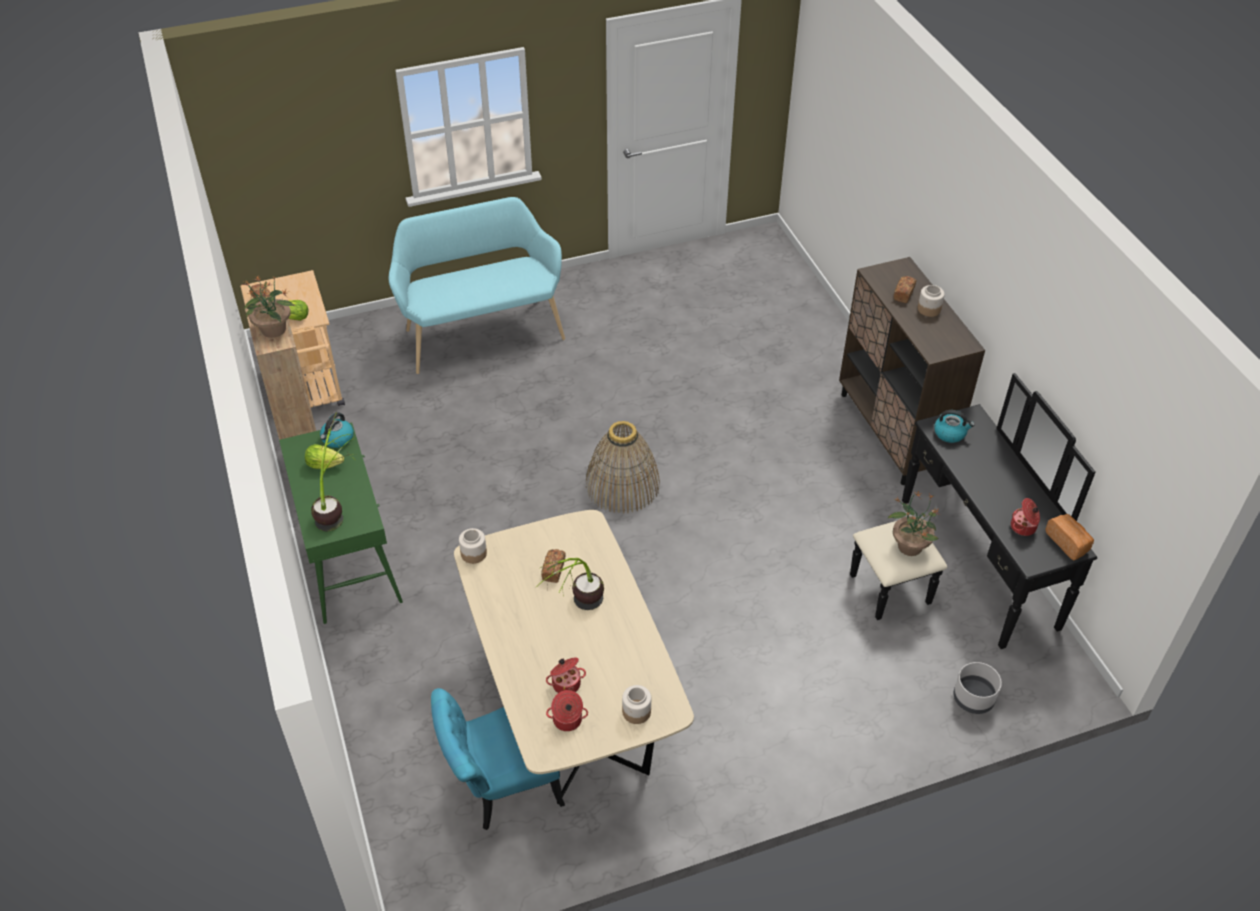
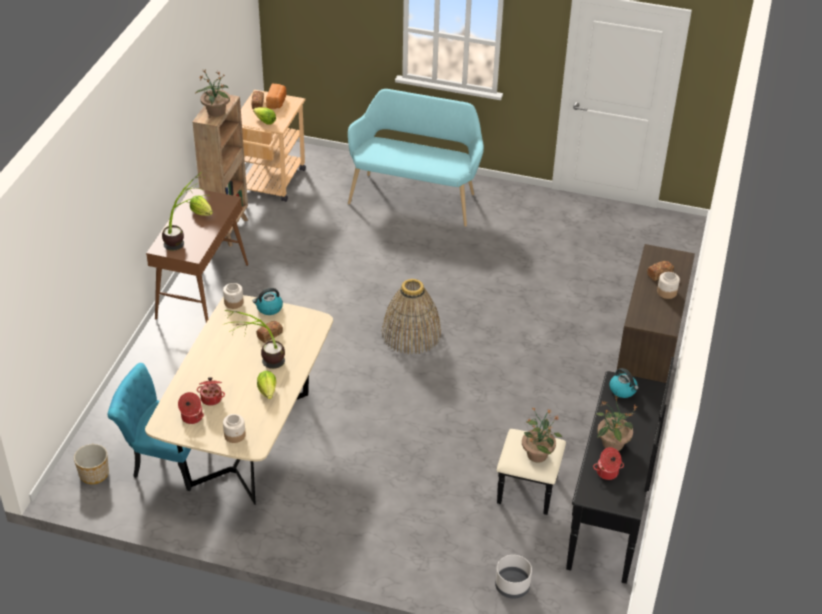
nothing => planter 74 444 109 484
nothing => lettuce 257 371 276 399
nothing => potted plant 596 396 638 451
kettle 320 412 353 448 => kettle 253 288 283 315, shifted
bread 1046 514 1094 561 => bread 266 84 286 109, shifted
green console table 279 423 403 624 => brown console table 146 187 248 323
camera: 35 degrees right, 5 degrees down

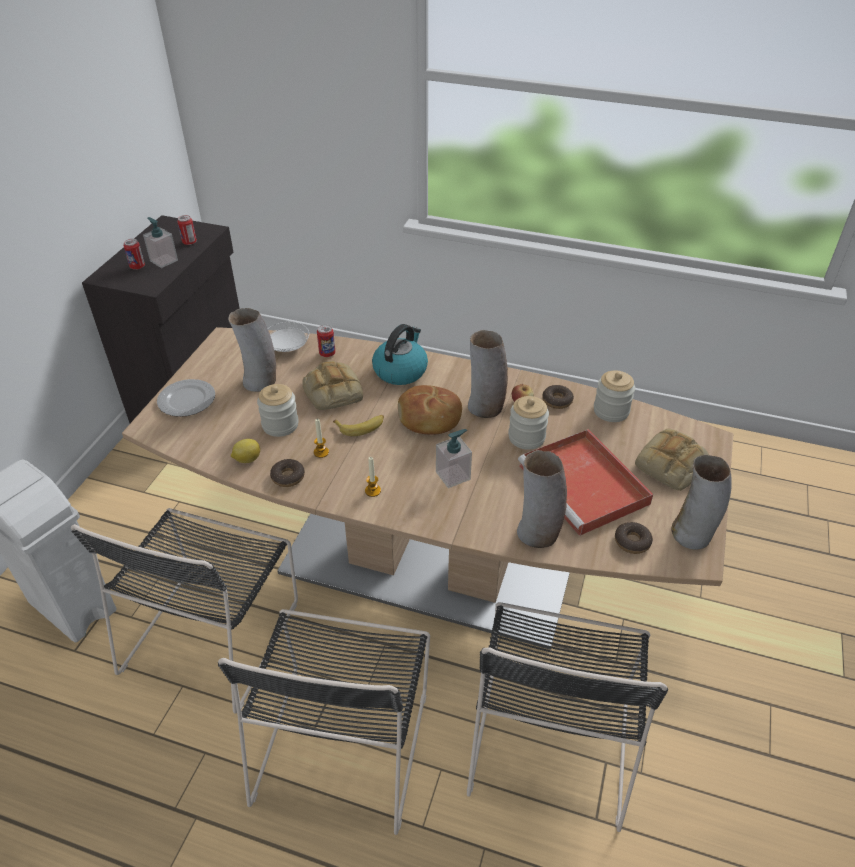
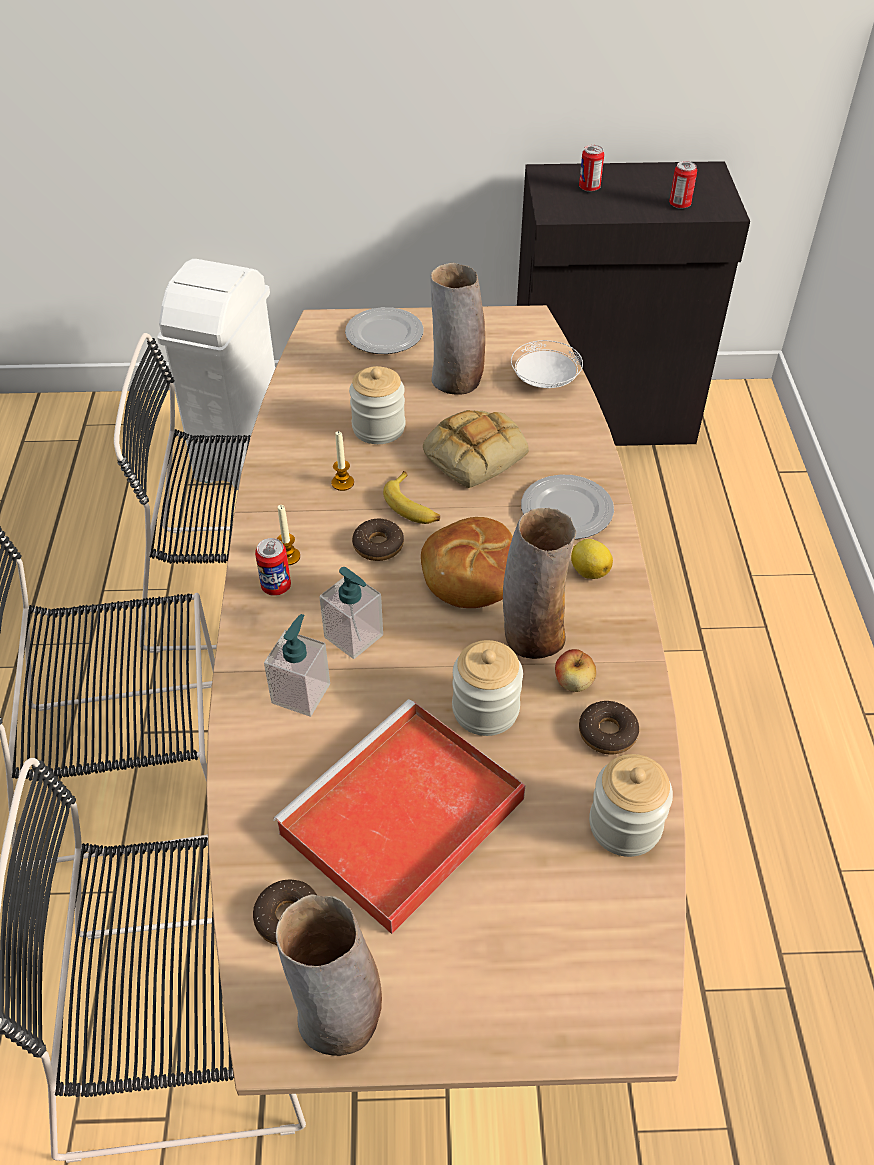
vase 517 450 567 548 => nothing
bread 635 429 709 491 => nothing
soap dispenser 143 217 178 268 => soap dispenser 264 614 330 717, shifted
lemon 231 439 260 463 => lemon 571 539 613 579, shifted
donut 270 459 305 487 => donut 352 519 404 561, shifted
can 317 325 335 357 => can 255 538 291 596, shifted
kettle 372 324 428 385 => plate 521 474 614 540
camera: 70 degrees right, 5 degrees up

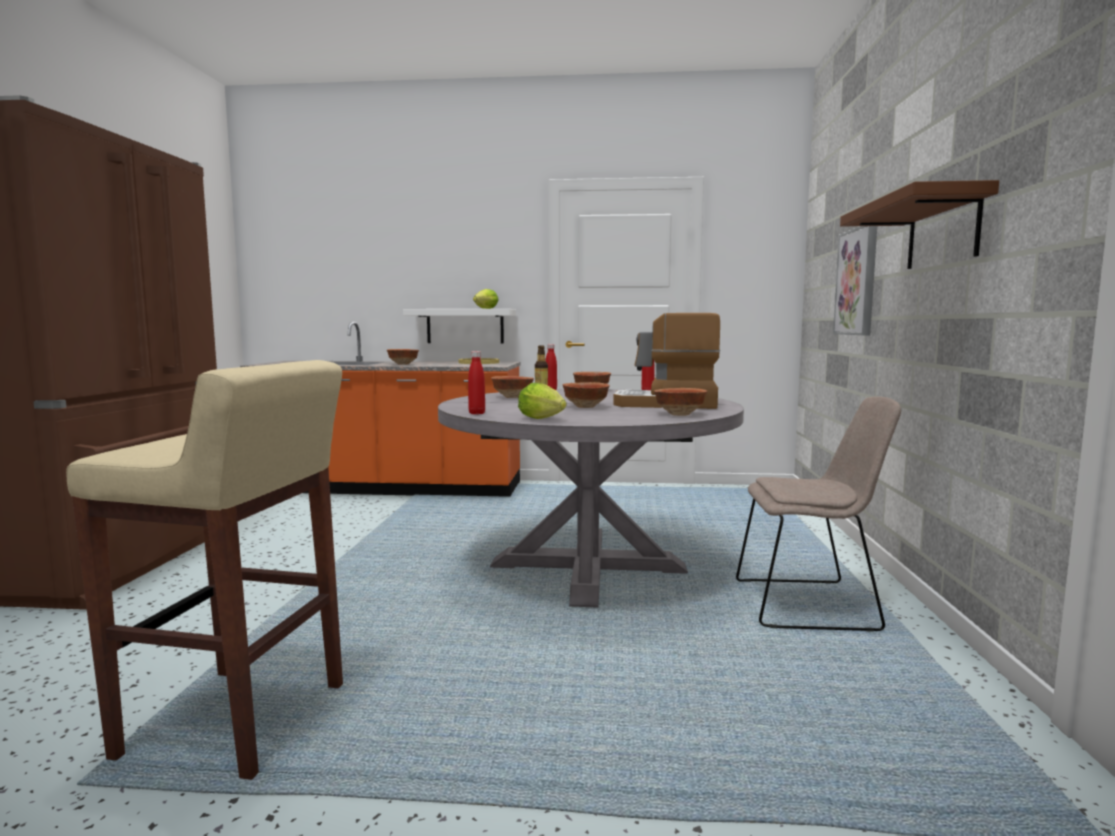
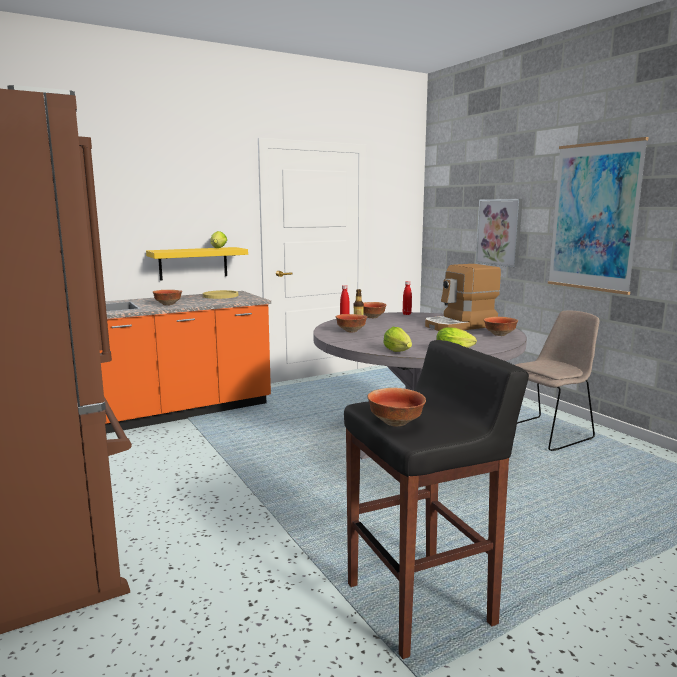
bowl 562 382 610 408 => bowl 368 388 426 427, shifted
red bottle 468 351 485 414 => lettuce 383 327 412 352
brown shelf 840 180 999 269 => picture 548 137 648 295
beige stool 66 360 343 780 => black stool 344 340 529 659
white shelf 403 309 516 344 => yellow shelf 146 247 248 281
camera: 35 degrees left, 5 degrees up

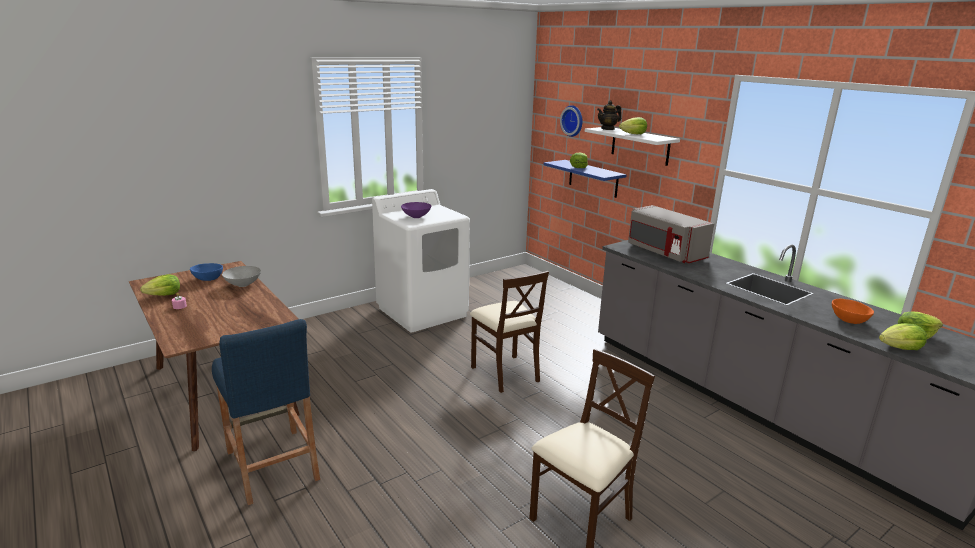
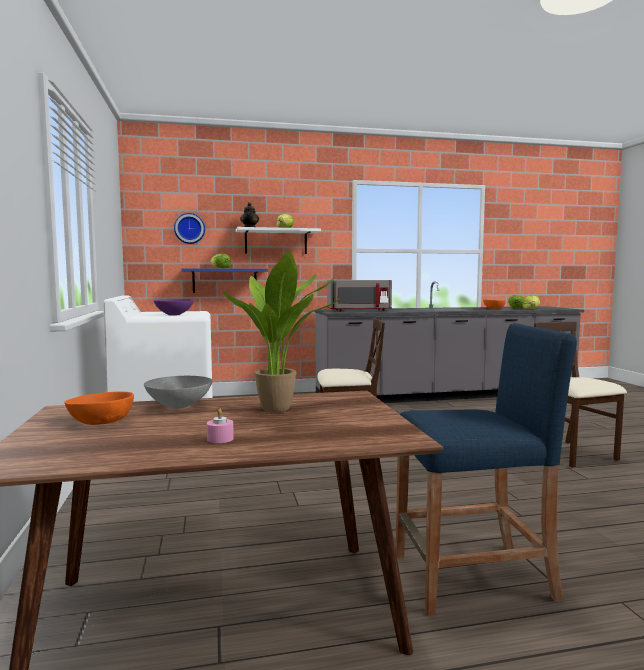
lettuce 140 274 180 296 => nothing
nothing => potted plant 223 251 338 413
blue bowl 190 263 223 281 => orange bowl 64 392 134 425
camera: 65 degrees left, 15 degrees down

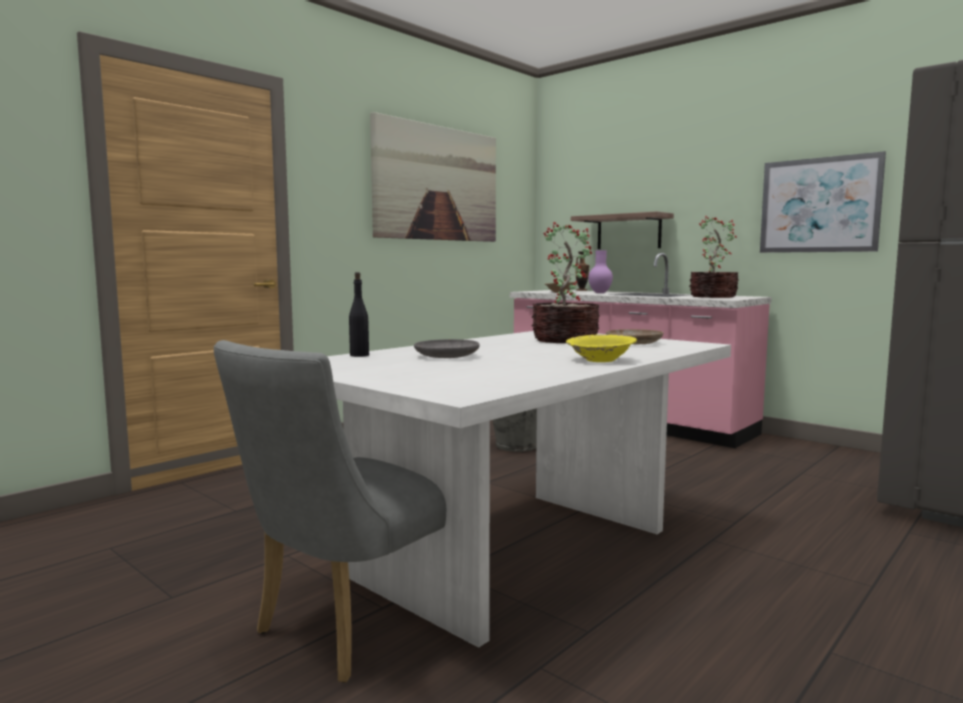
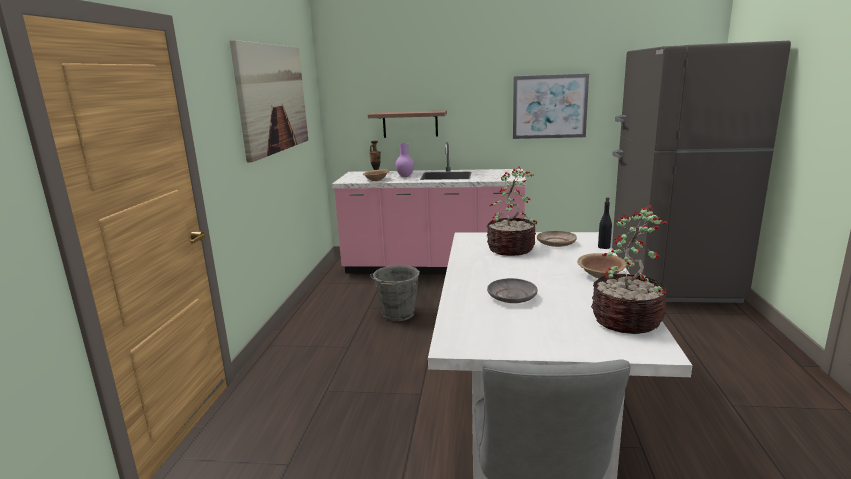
black bottle 349 272 369 357 => black bottle 598 197 612 249, shifted
potted plant 689 216 738 298 => potted plant 591 205 667 334, shifted
yellow bowl 566 334 637 362 => brown bowl 577 253 626 278
camera: 35 degrees left, 10 degrees up

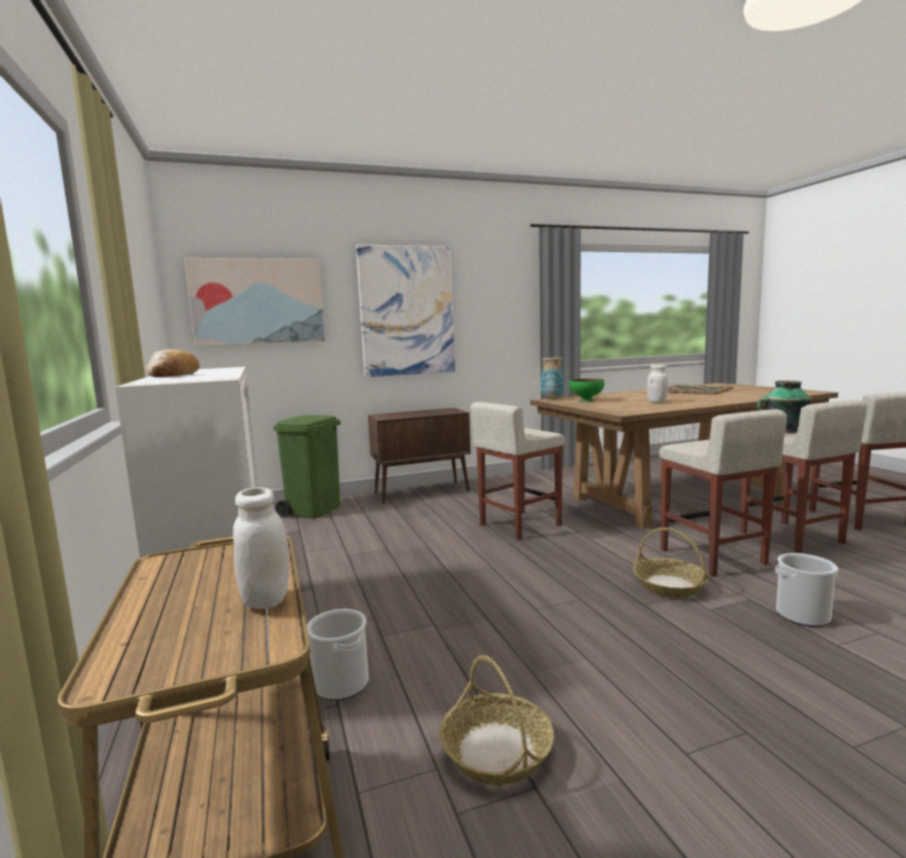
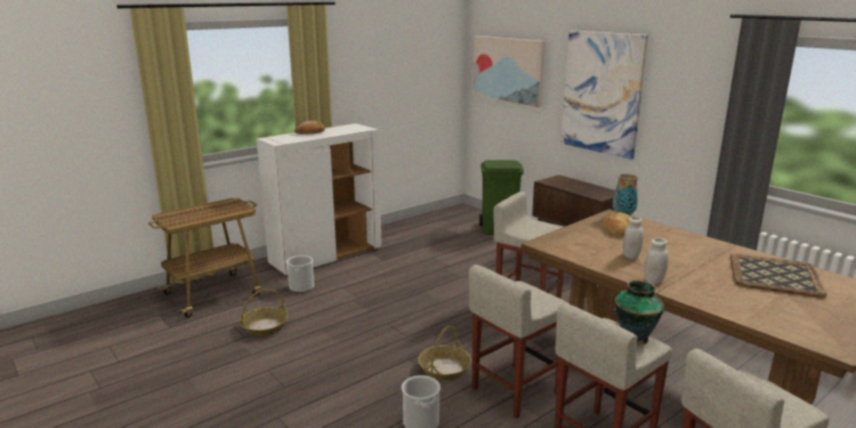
white jar 233 487 289 609 => white jar 644 238 668 284, shifted
green bowl 569 378 605 402 => bread 603 212 630 236
camera: 70 degrees right, 10 degrees up

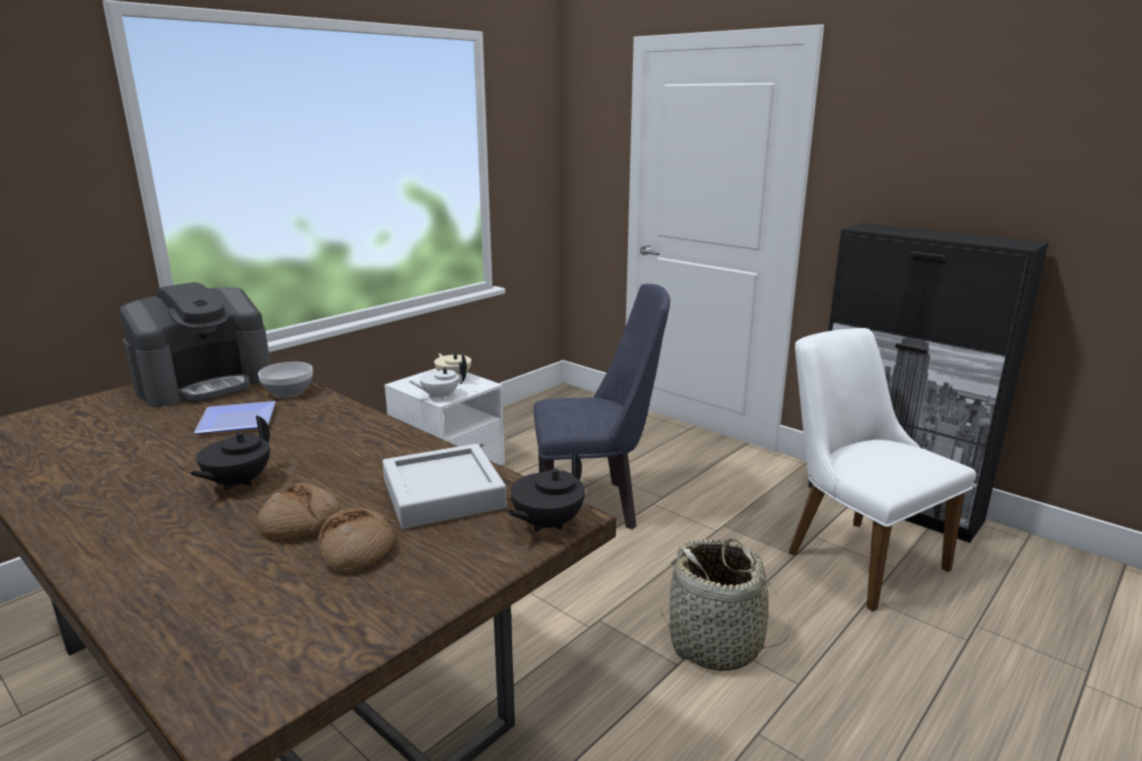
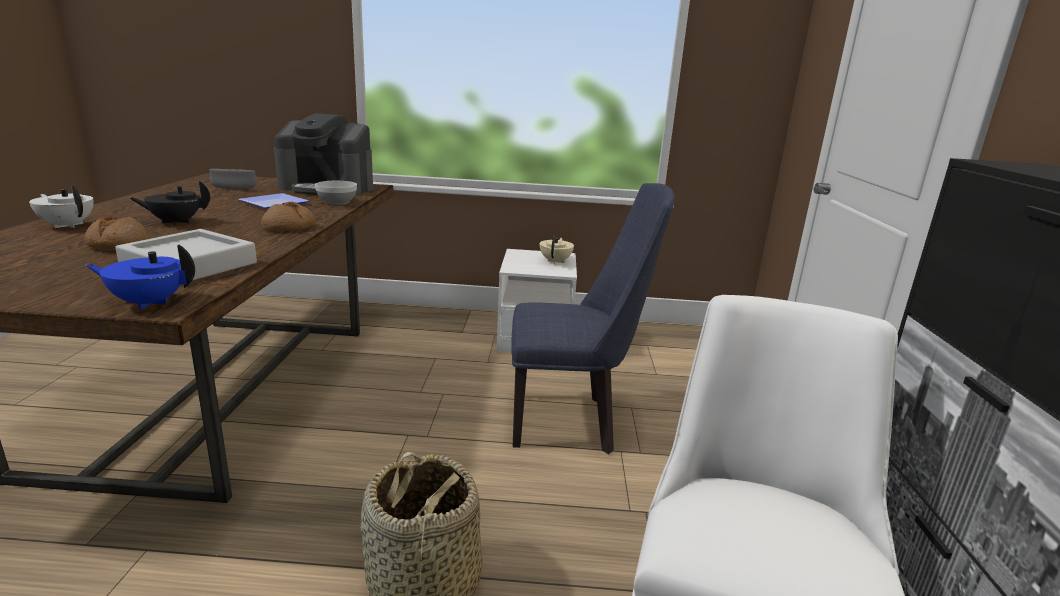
nothing => grey bowl 210 169 257 190
bread 318 508 394 573 => bread 261 202 315 231, shifted
white teapot 409 362 466 400 => white teapot 29 185 94 228, shifted
black teapot 507 451 585 532 => blue teapot 86 245 195 309
blue chair 534 284 670 530 => blue chair 511 183 675 454, 45 degrees counterclockwise
camera: 50 degrees right, 0 degrees up

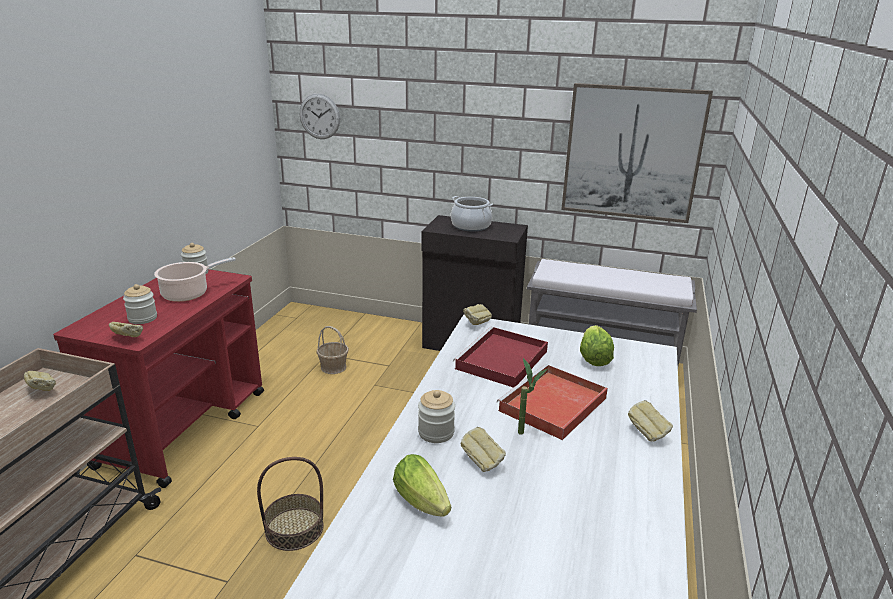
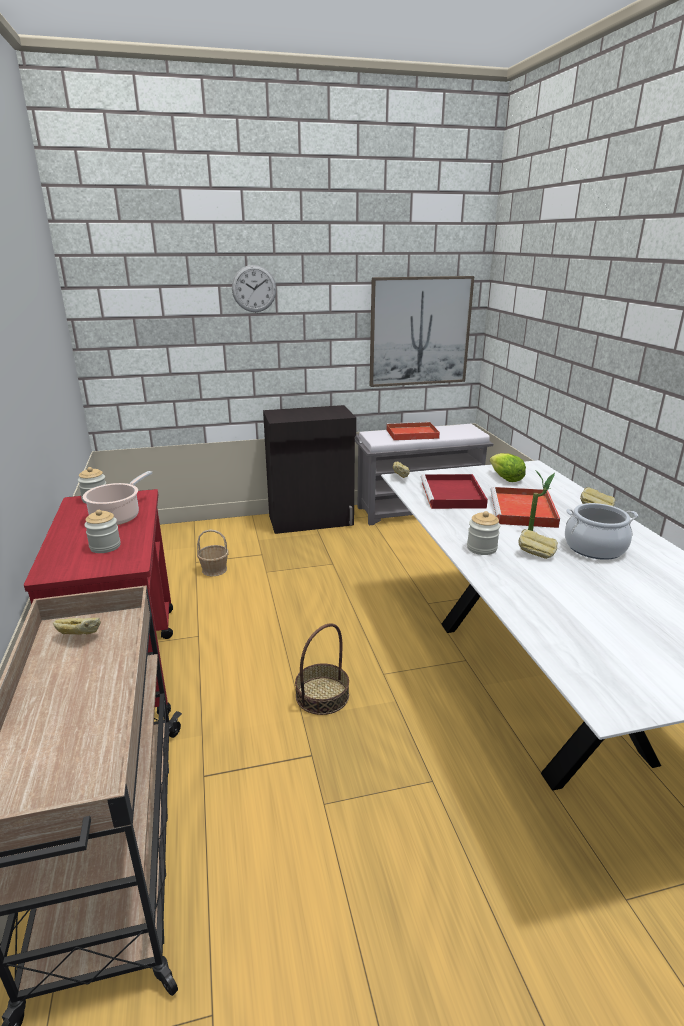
bread 109 322 143 337 => nothing
lettuce 393 454 451 516 => nothing
nothing => red tray 386 422 440 441
wall clock 300 94 340 139 => wall clock 232 265 276 312, shifted
cooking pot 451 196 493 232 => cooking pot 565 503 638 560, shifted
camera: 30 degrees left, 0 degrees up

